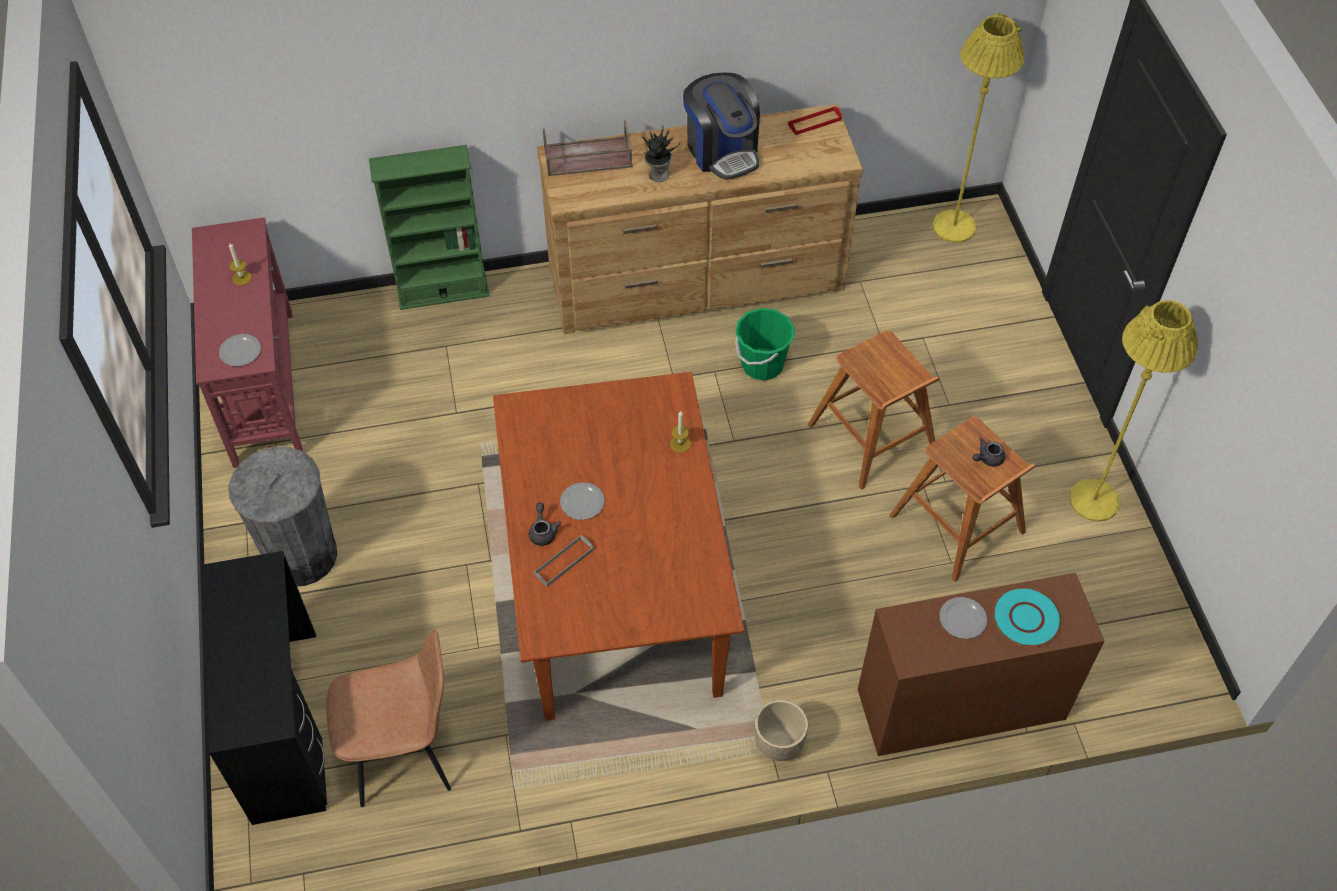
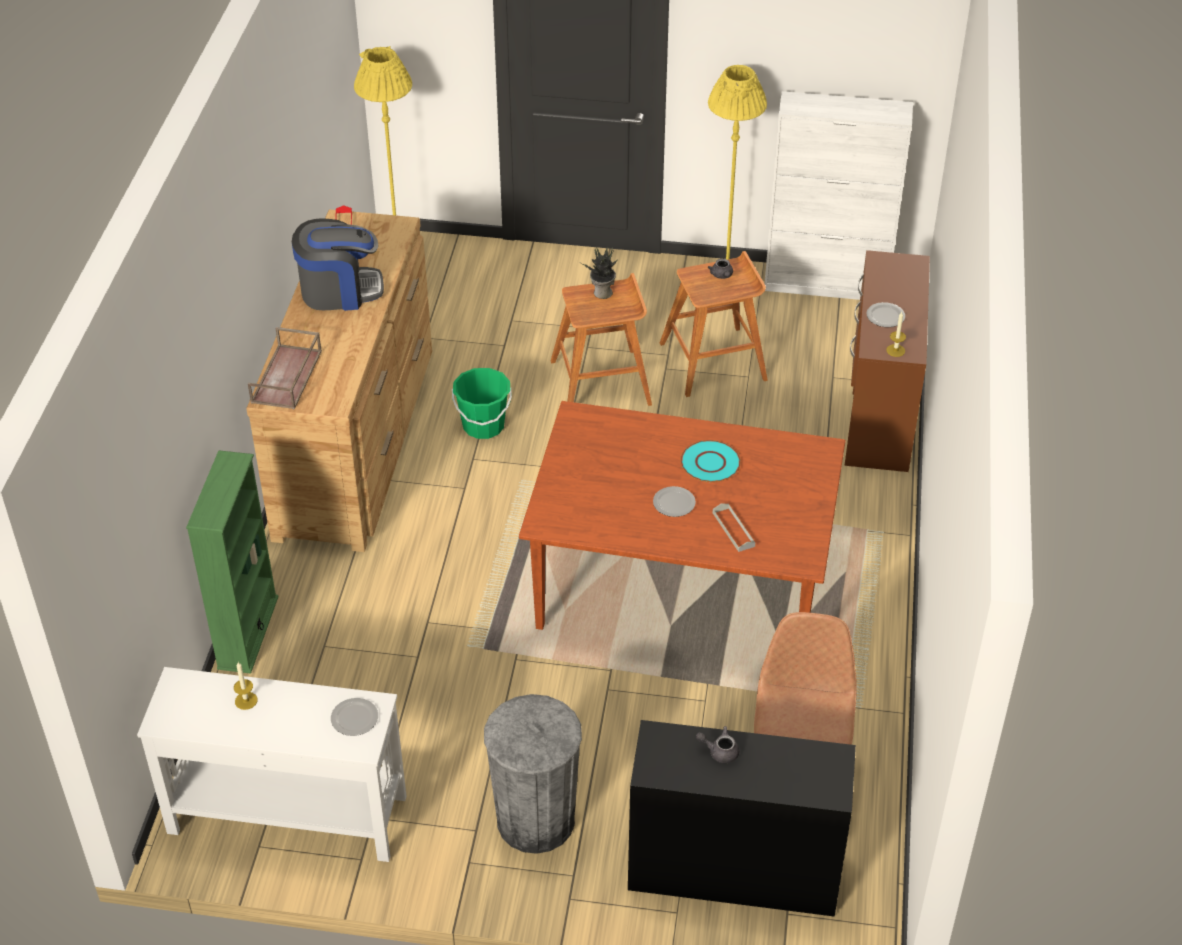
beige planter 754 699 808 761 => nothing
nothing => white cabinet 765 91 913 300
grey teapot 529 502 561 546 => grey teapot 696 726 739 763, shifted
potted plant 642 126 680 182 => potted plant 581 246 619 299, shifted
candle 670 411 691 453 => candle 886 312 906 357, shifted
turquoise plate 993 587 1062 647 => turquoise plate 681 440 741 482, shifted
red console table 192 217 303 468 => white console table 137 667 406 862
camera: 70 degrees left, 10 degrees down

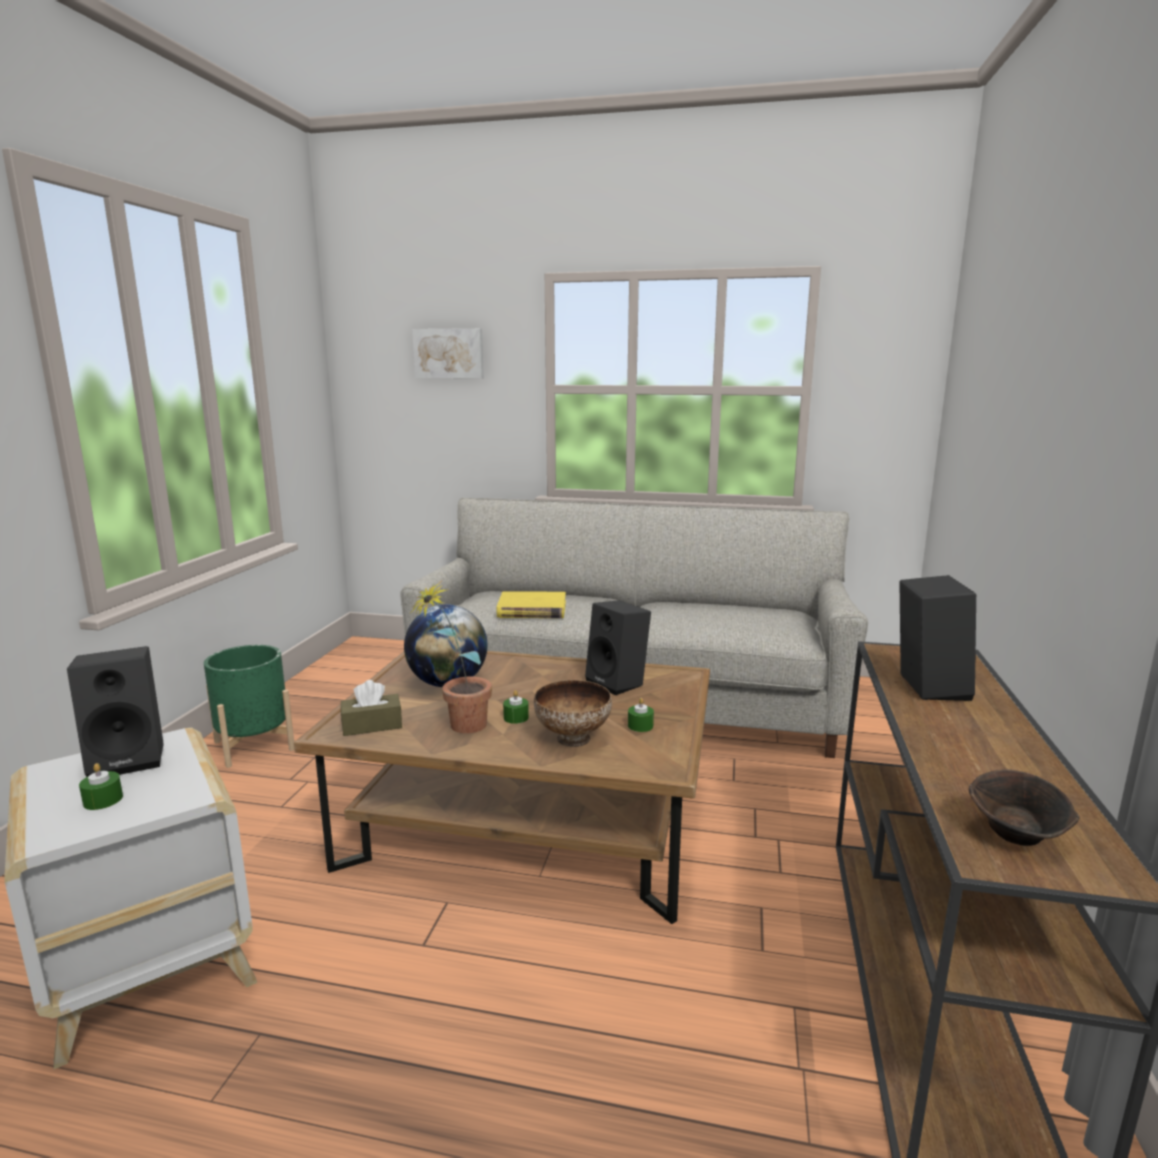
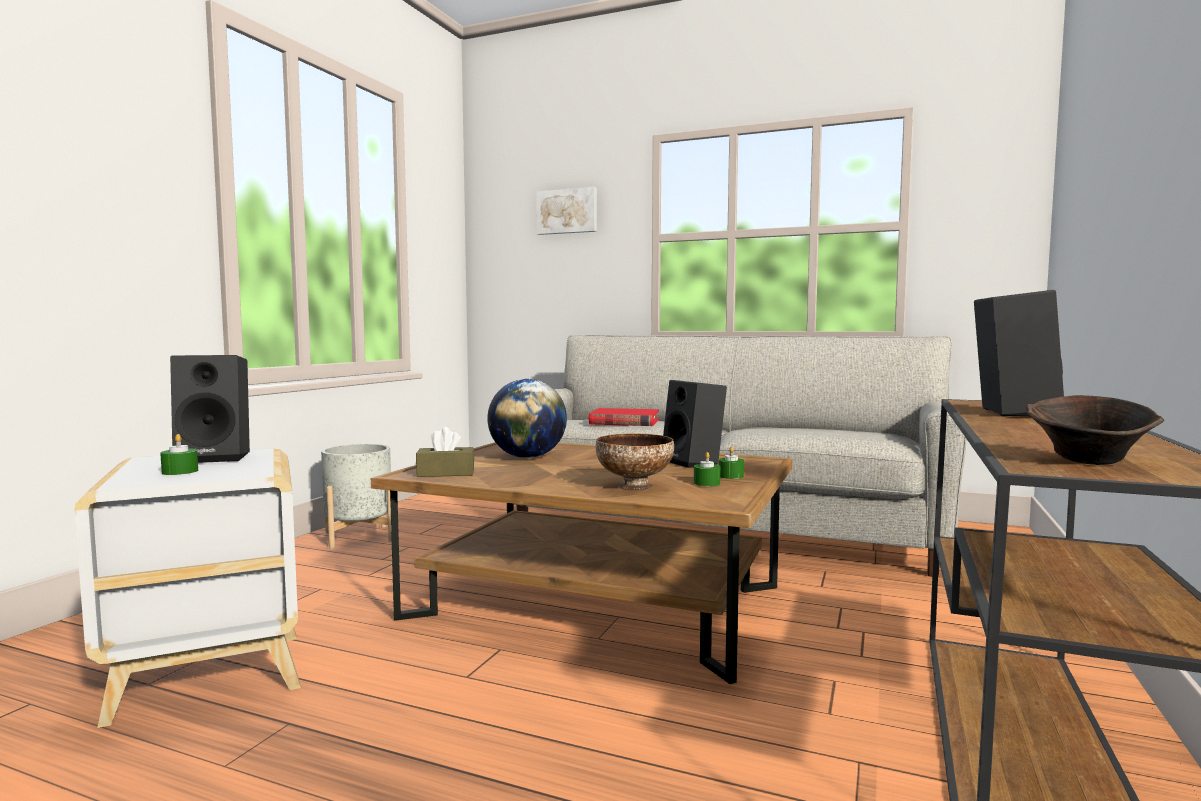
potted plant 409 580 492 733 => nothing
green candle 503 690 529 724 => green candle 719 446 744 479, shifted
green planter 204 645 294 768 => grey planter 321 444 392 549
yellow book 497 591 566 618 => red book 589 408 659 426
camera: 10 degrees right, 10 degrees down

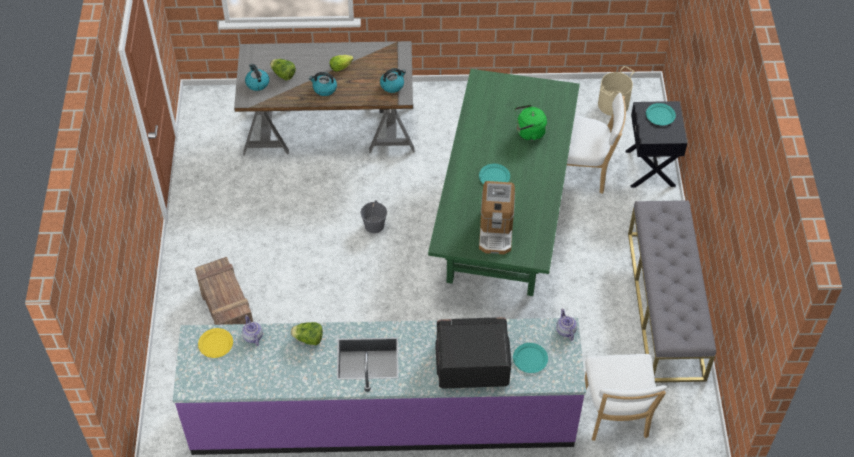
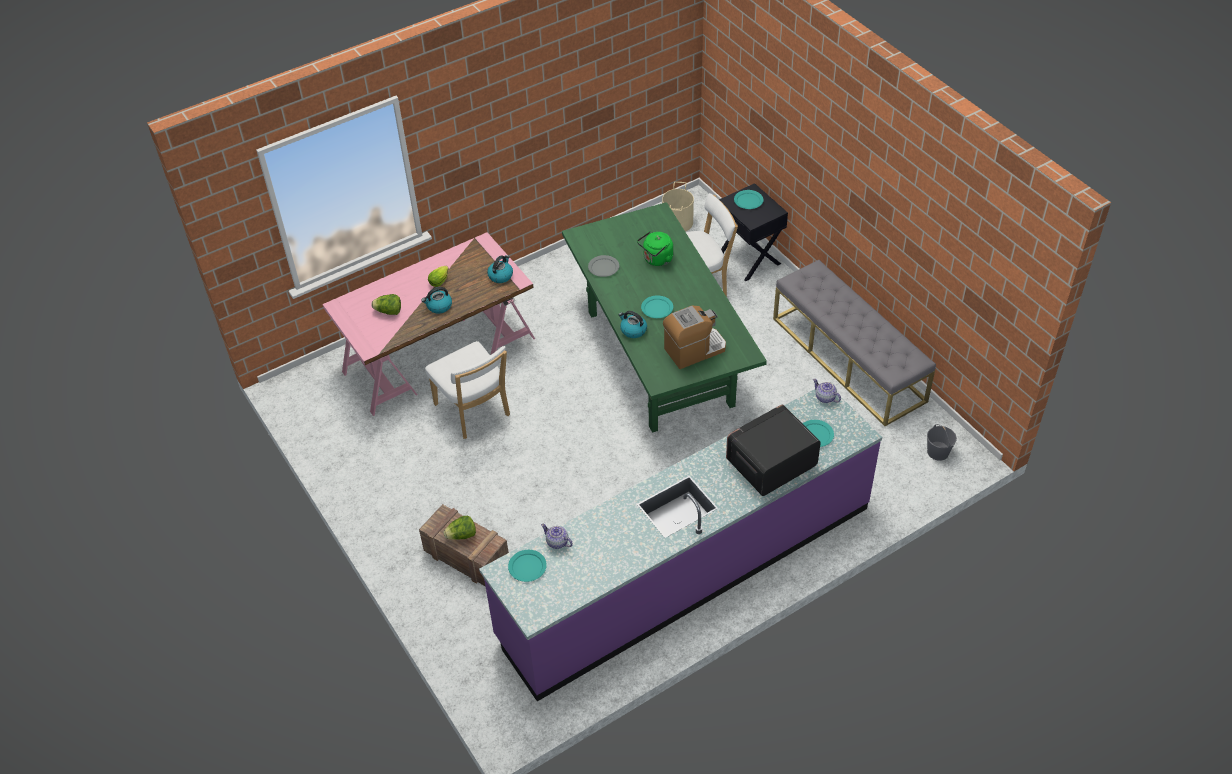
nothing => grey plate 588 255 619 277
kettle 245 64 269 91 => kettle 618 311 647 338, shifted
lettuce 291 322 323 346 => lettuce 443 516 476 540, shifted
grey bucket 361 200 387 233 => grey bucket 927 424 957 461, shifted
white chair 585 354 667 441 => white chair 425 341 510 439, shifted
yellow plate 198 328 233 358 => turquoise plate 508 550 547 582
grey desk 234 41 415 155 => pink desk 323 232 535 416
coffee machine 479 181 515 254 => coffee machine 663 305 726 369, 90 degrees counterclockwise
camera: 30 degrees left, 5 degrees down

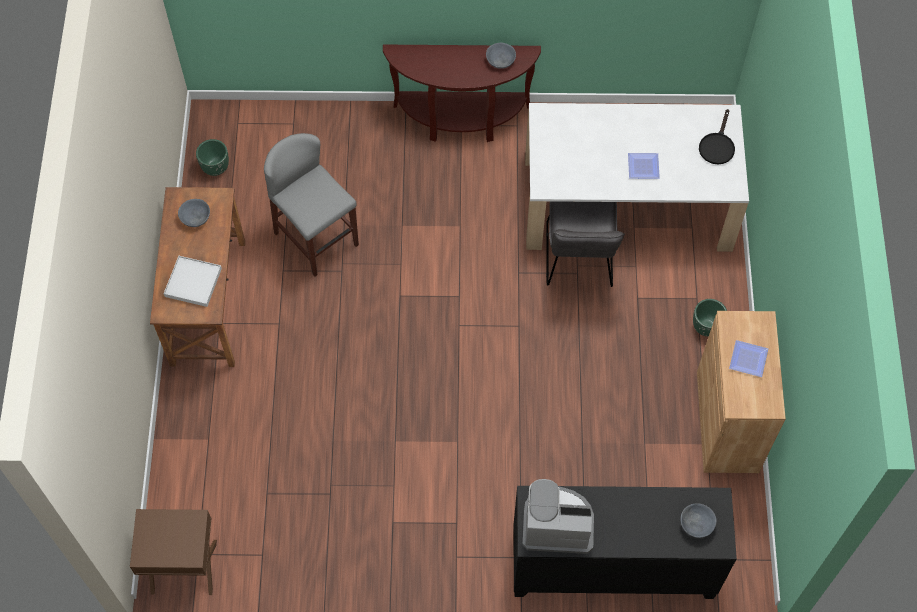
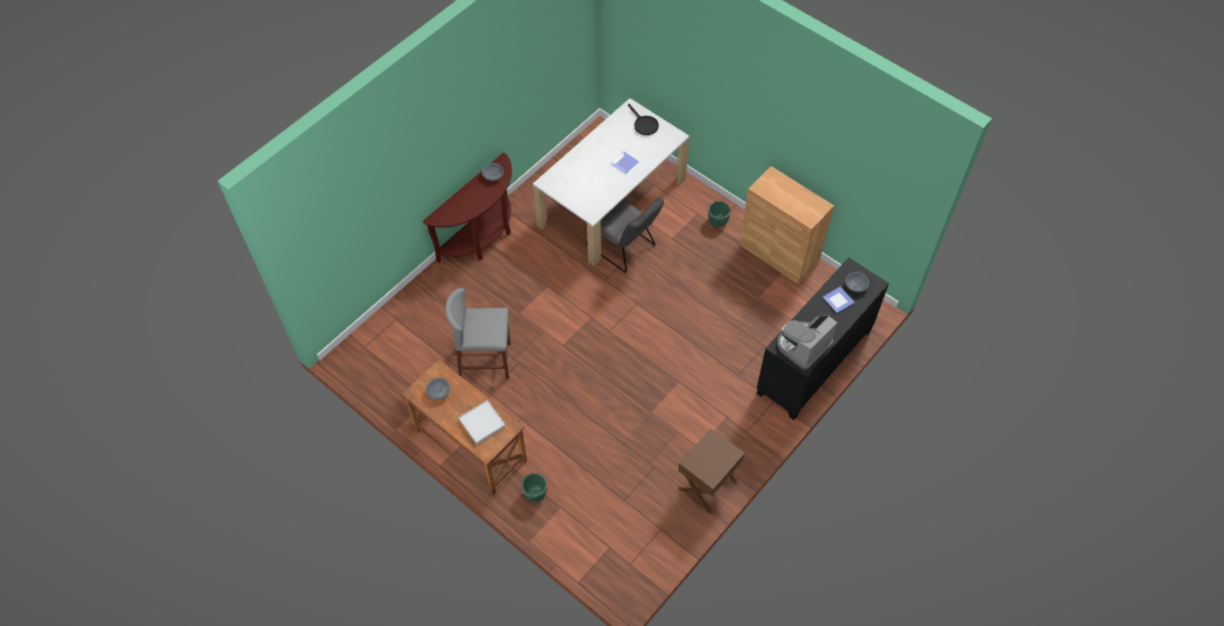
brown nightstand 130 509 217 595 => brown nightstand 678 429 745 513, shifted
green planter 196 139 229 176 => green planter 521 473 547 502, shifted
plate 729 340 768 377 => plate 823 287 855 313, shifted
camera: 50 degrees left, 5 degrees down

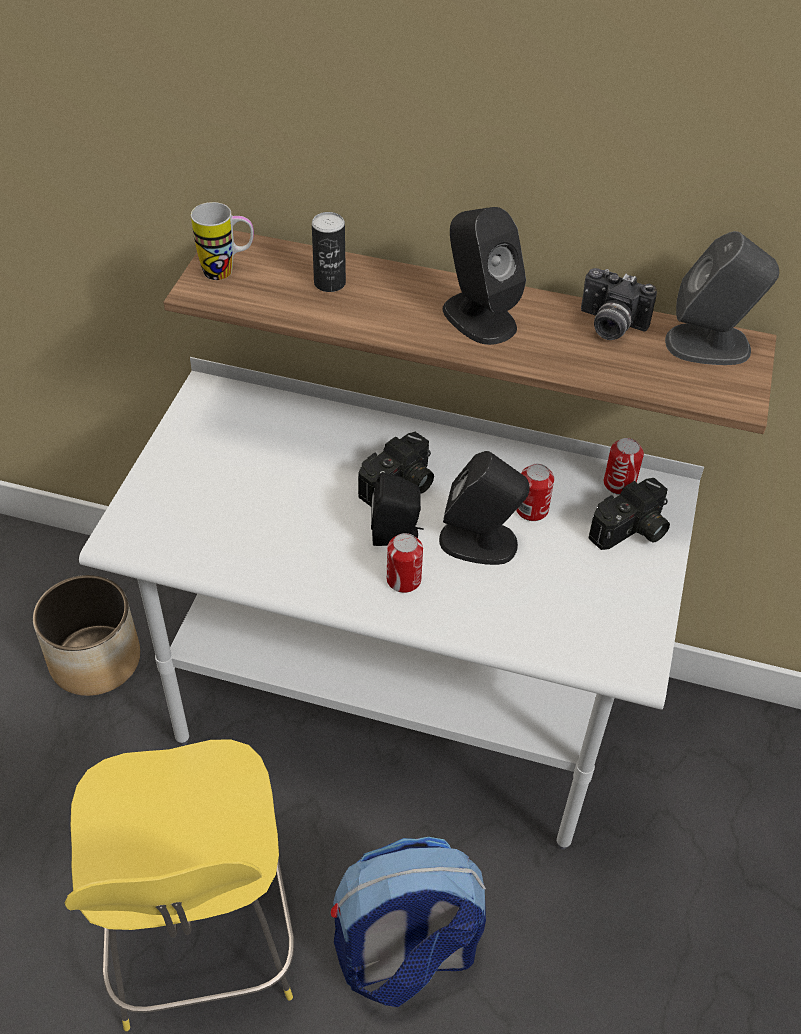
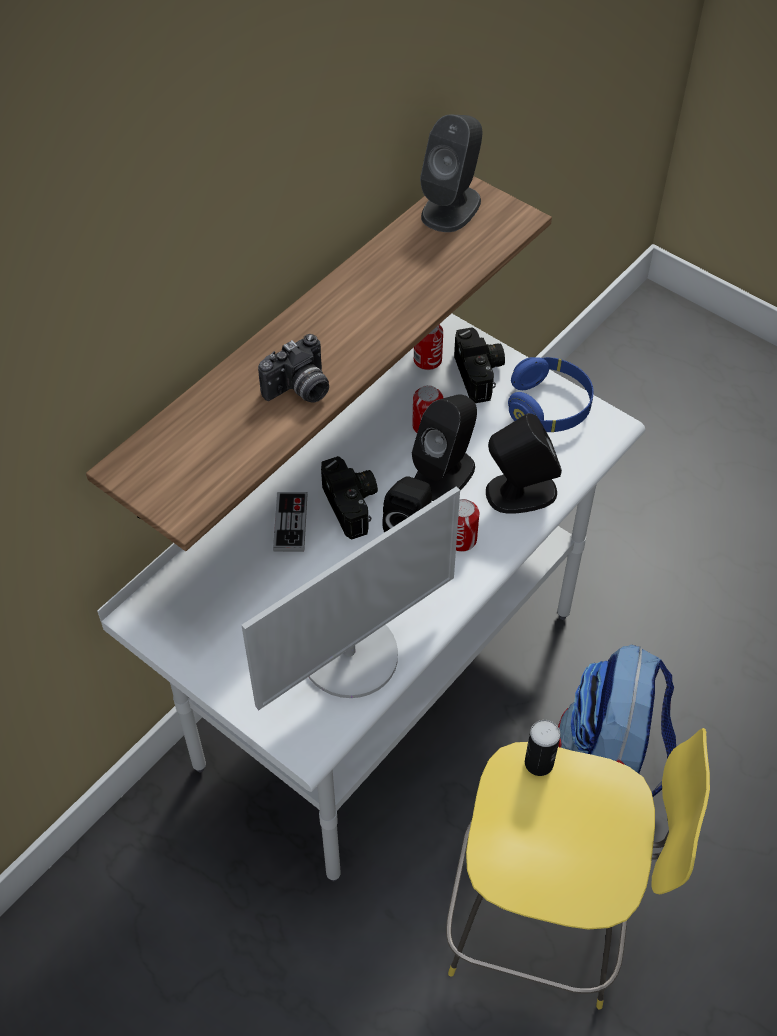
planter 33 575 140 696 => nothing
mug 191 202 254 280 => nothing
nothing => monitor 241 486 460 710
nothing => game controller 273 492 308 552
nothing => blue headphones 508 357 594 432
can 312 212 346 292 => can 525 720 561 776, shifted
black speaker 443 207 526 345 => black speaker 486 413 562 514, shifted
photo camera 581 268 657 340 => photo camera 258 334 329 403, shifted
camera: 65 degrees left, 5 degrees up

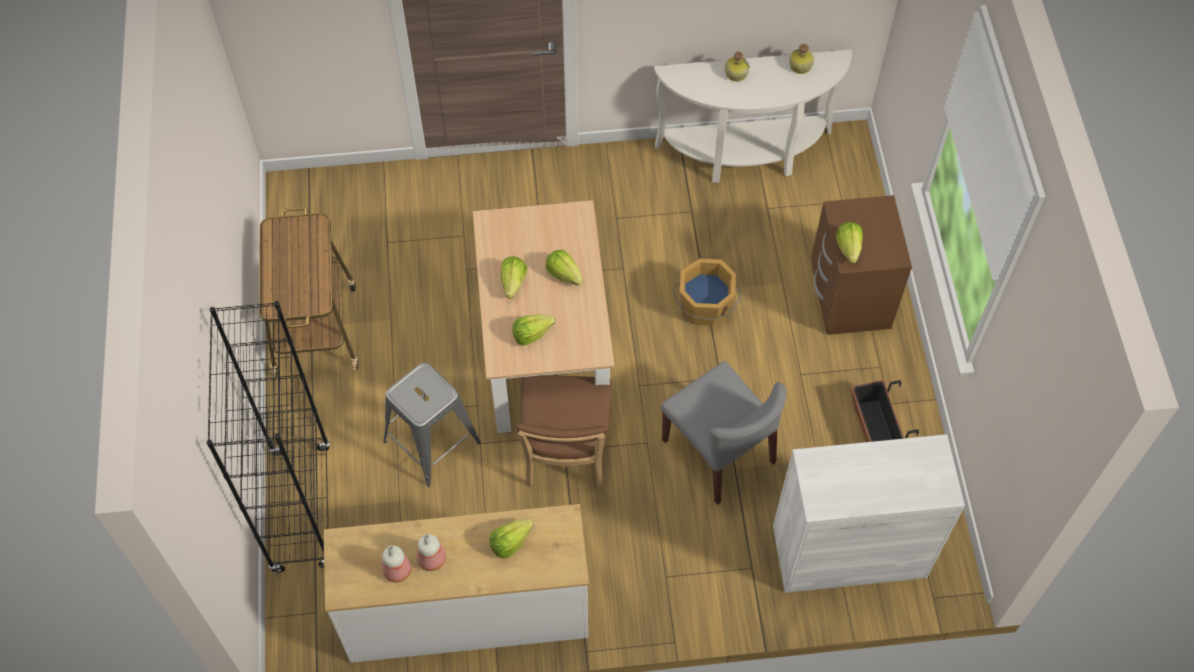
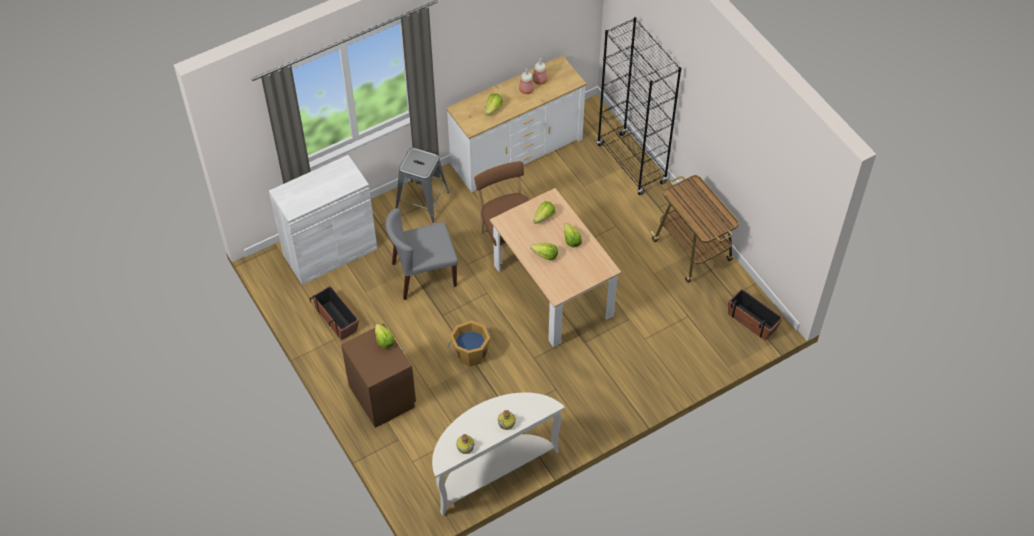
nothing => planter 728 288 783 341
grey stool 383 362 481 487 => grey stool 396 147 450 223, shifted
grey chair 661 361 786 505 => grey chair 385 208 458 300, 45 degrees counterclockwise
camera: 155 degrees right, 5 degrees down

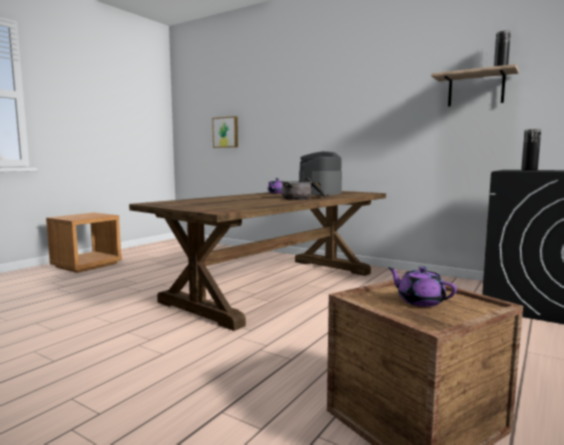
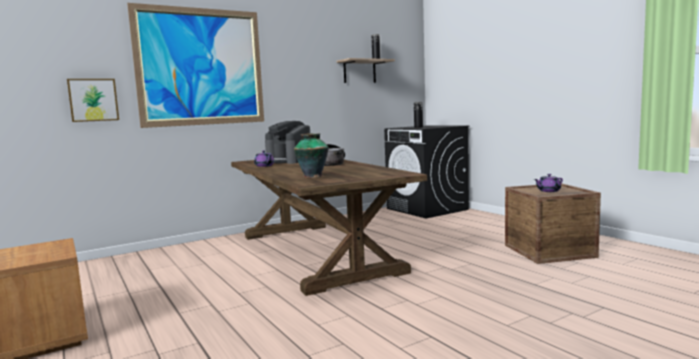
nothing => picture 127 3 264 128
nothing => vase 294 133 329 178
camera: 65 degrees left, 0 degrees up

